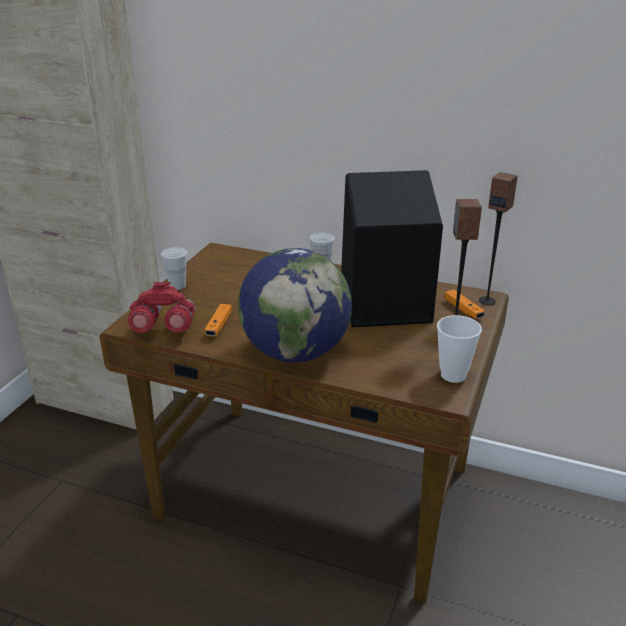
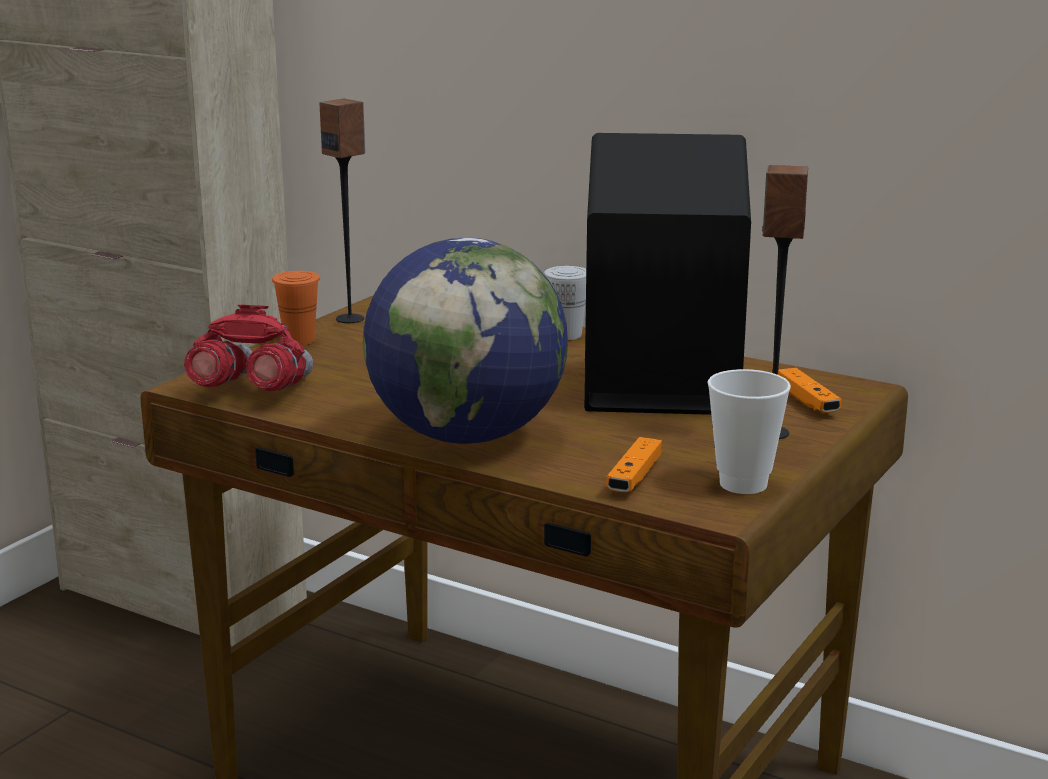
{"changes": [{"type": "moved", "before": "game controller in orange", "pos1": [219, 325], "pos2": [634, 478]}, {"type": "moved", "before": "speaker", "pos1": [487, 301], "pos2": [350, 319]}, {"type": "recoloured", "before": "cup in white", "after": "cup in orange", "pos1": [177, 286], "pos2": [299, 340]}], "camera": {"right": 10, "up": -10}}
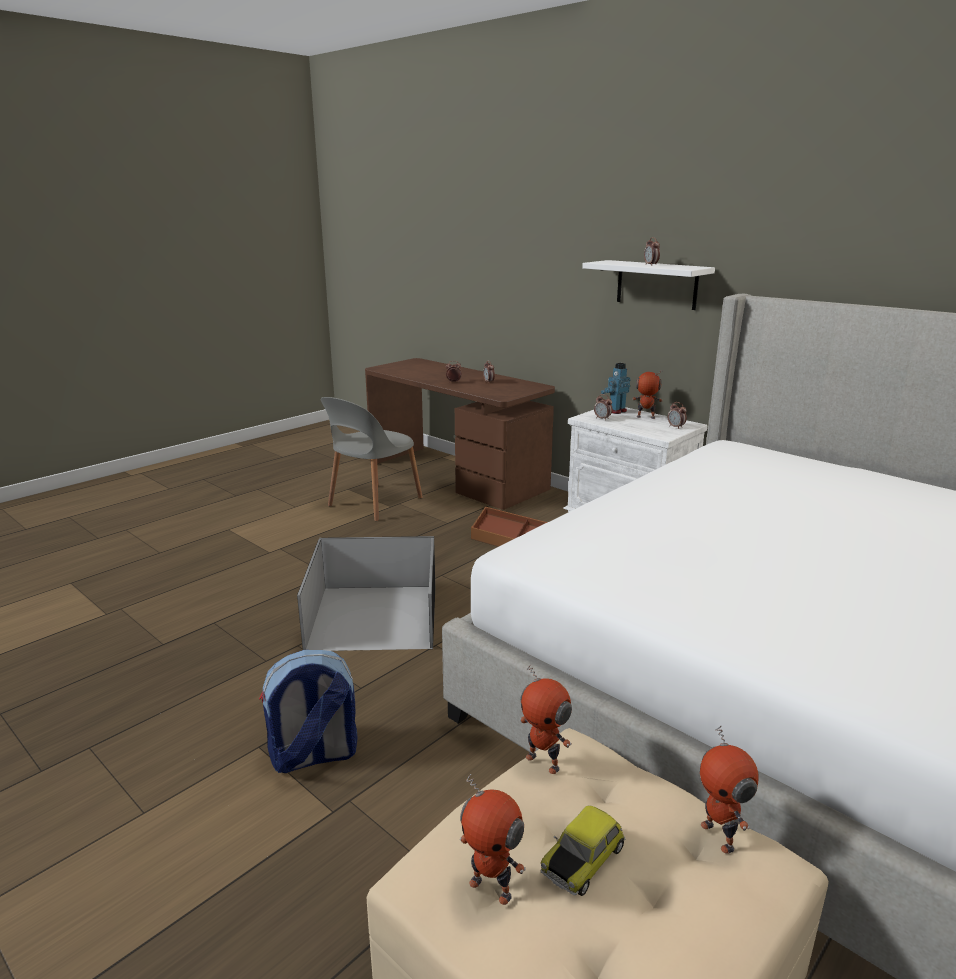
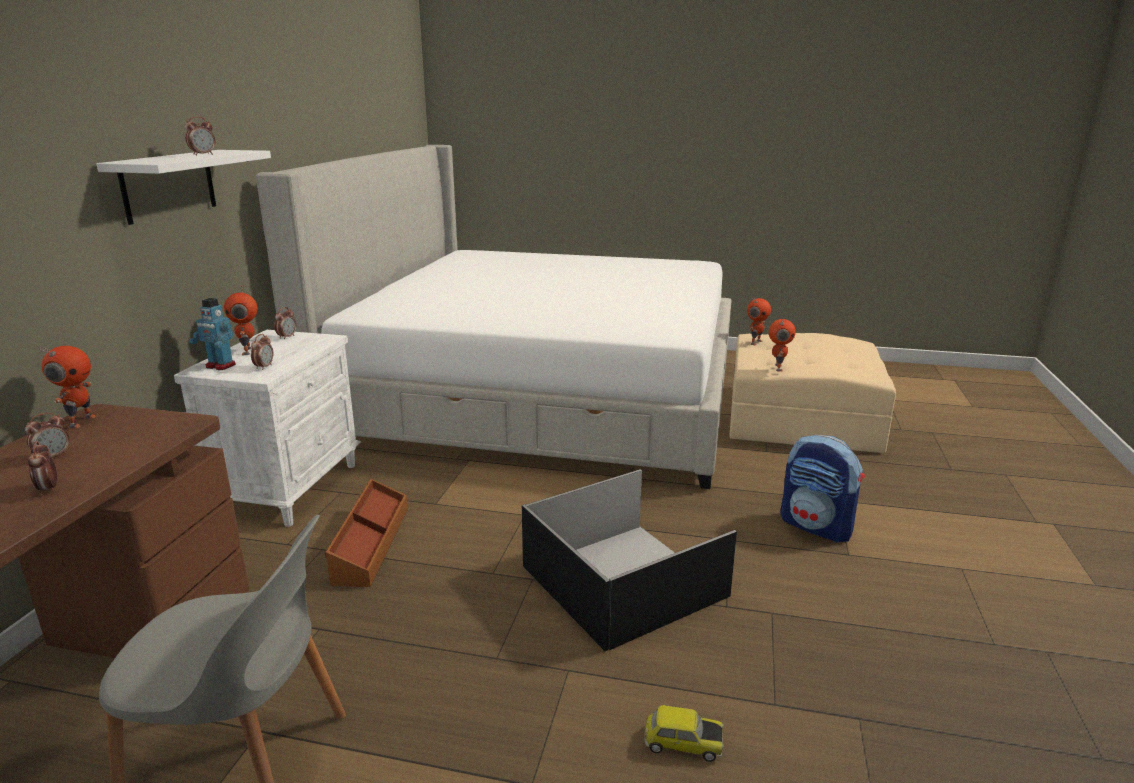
{"changes": [{"type": "moved", "before": "toy robot", "pos1": [492, 887], "pos2": [80, 421]}, {"type": "moved", "before": "toy car", "pos1": [582, 859], "pos2": [683, 743]}], "camera": {"right": -120, "up": 0}}
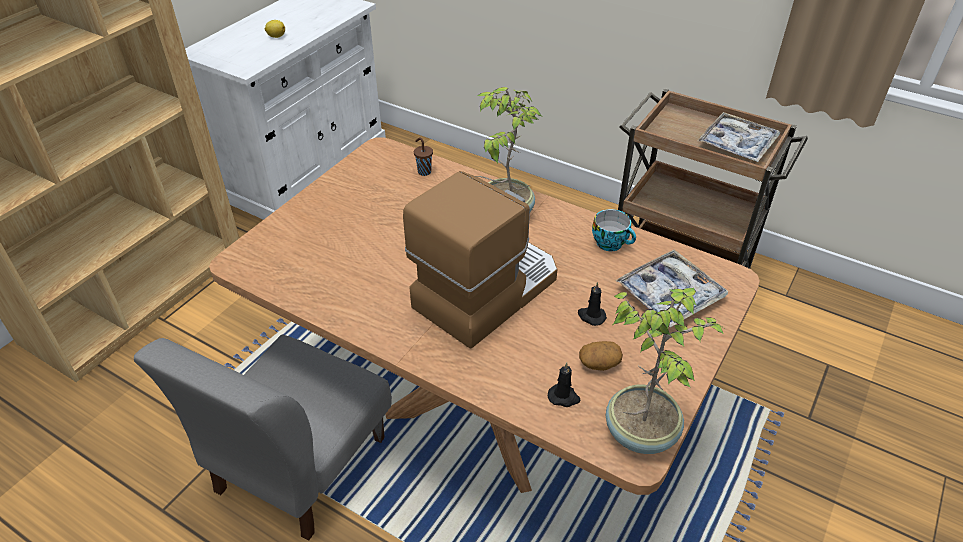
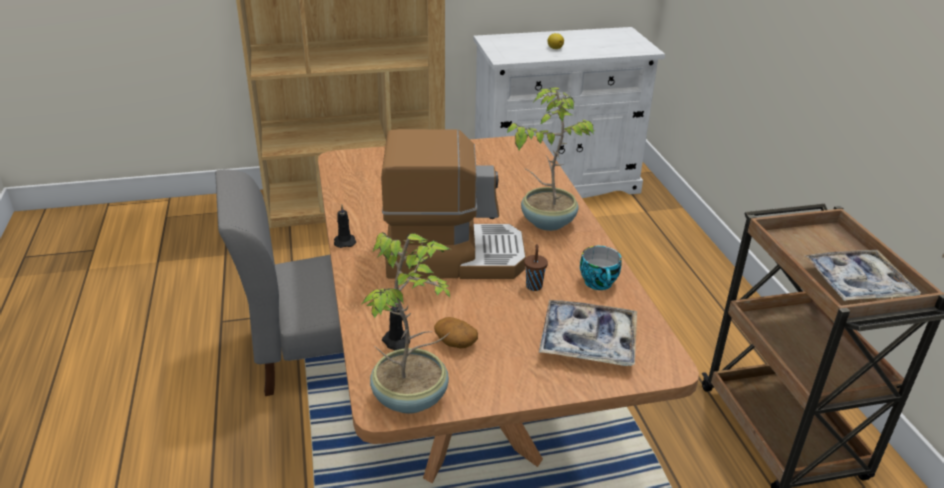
{"changes": [{"type": "moved", "before": "cup in brown", "pos1": [424, 171], "pos2": [534, 285]}, {"type": "moved", "before": "candle in black", "pos1": [591, 316], "pos2": [344, 241]}], "camera": {"right": 45, "up": -10}}
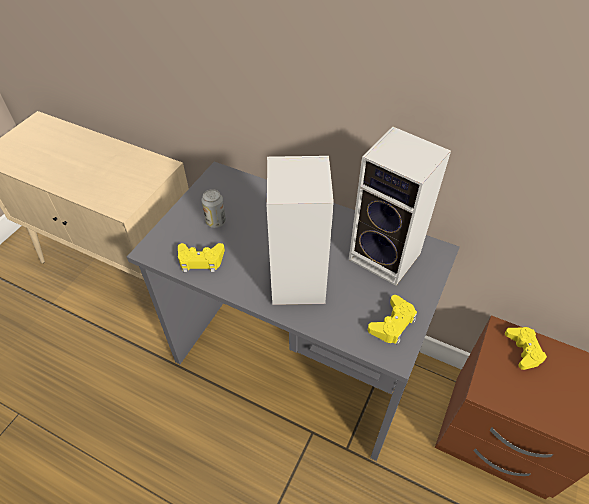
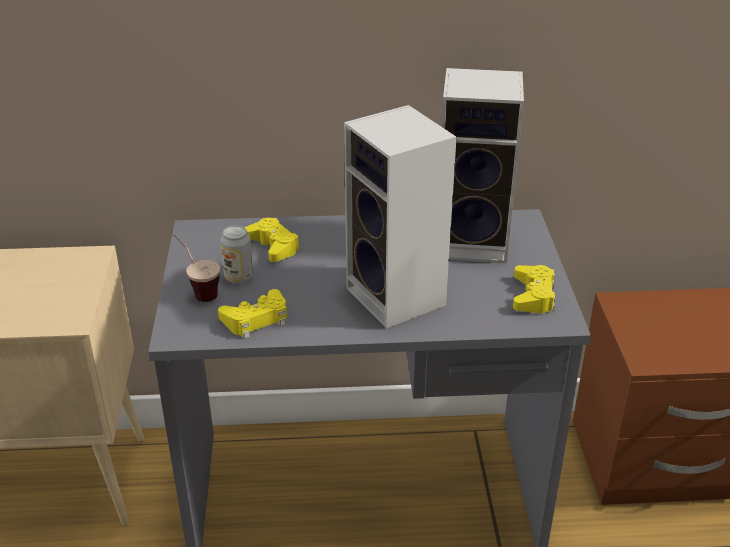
{"changes": [{"type": "added", "after": "cup", "pos2": [197, 290]}, {"type": "moved", "before": "game controller in yellow", "pos1": [523, 350], "pos2": [273, 246]}], "camera": {"right": -30, "up": -15}}
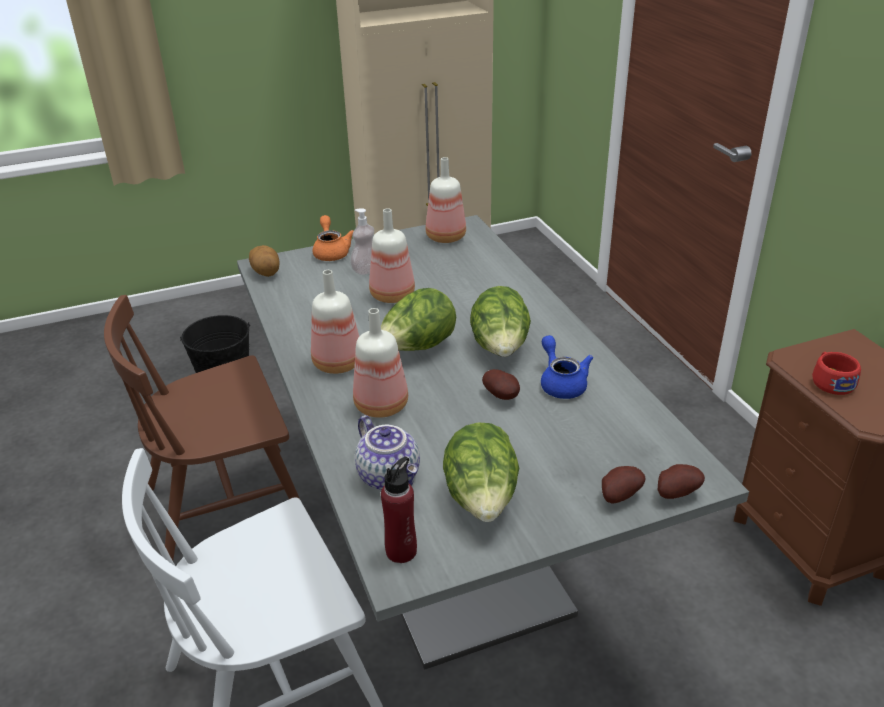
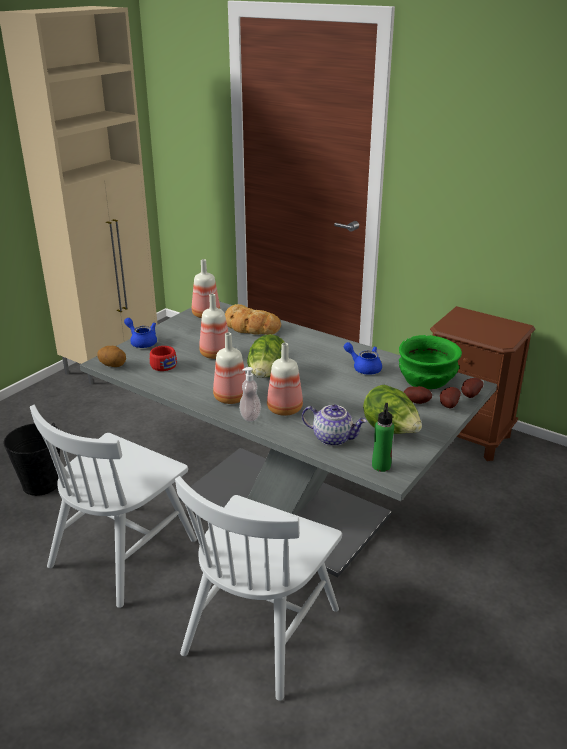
{"changes": [{"type": "removed", "before": "lettuce", "pos1": [500, 349]}, {"type": "added", "after": "bread", "pos2": [250, 326]}, {"type": "added", "after": "bowl in green", "pos2": [427, 380]}, {"type": "moved", "before": "soap dispenser", "pos1": [366, 270], "pos2": [250, 416]}, {"type": "moved", "before": "potato", "pos1": [502, 396], "pos2": [417, 402]}, {"type": "moved", "before": "cup in red", "pos1": [830, 381], "pos2": [162, 365]}, {"type": "recoloured", "before": "chair in brown", "after": "chair in white", "pos1": [228, 507], "pos2": [123, 552]}, {"type": "recoloured", "before": "teapot in orange", "after": "teapot in blue", "pos1": [331, 252], "pos2": [142, 342]}, {"type": "recoloured", "before": "bottle in red", "after": "bottle in green", "pos1": [401, 551], "pos2": [381, 466]}], "camera": {"right": -35, "up": -5}}
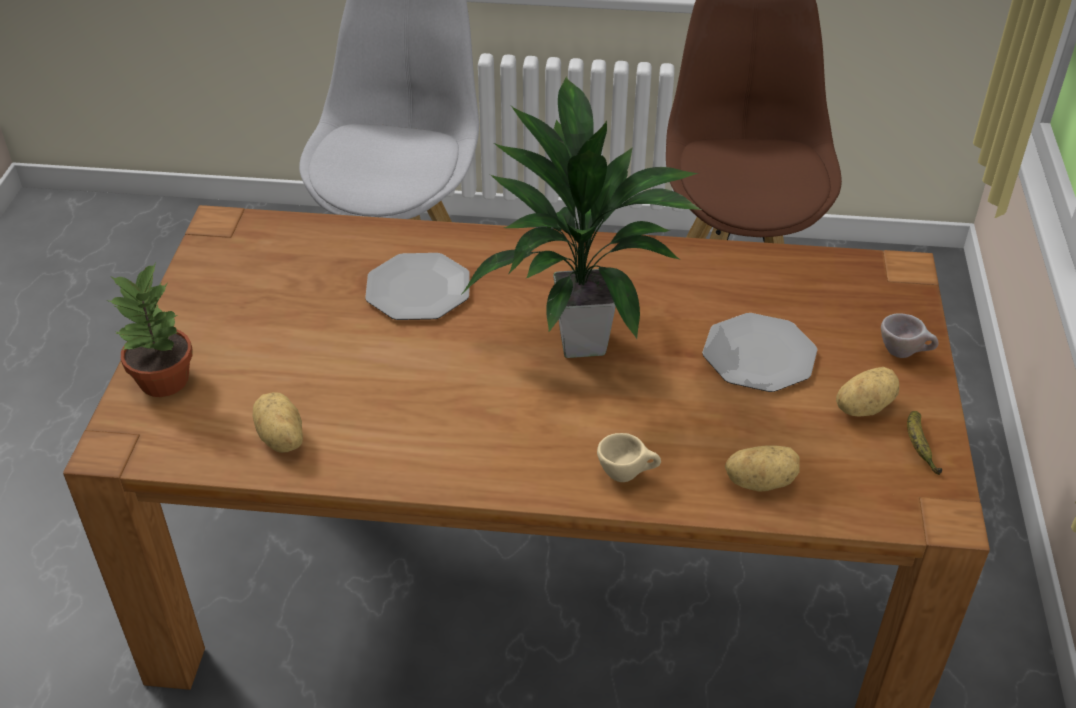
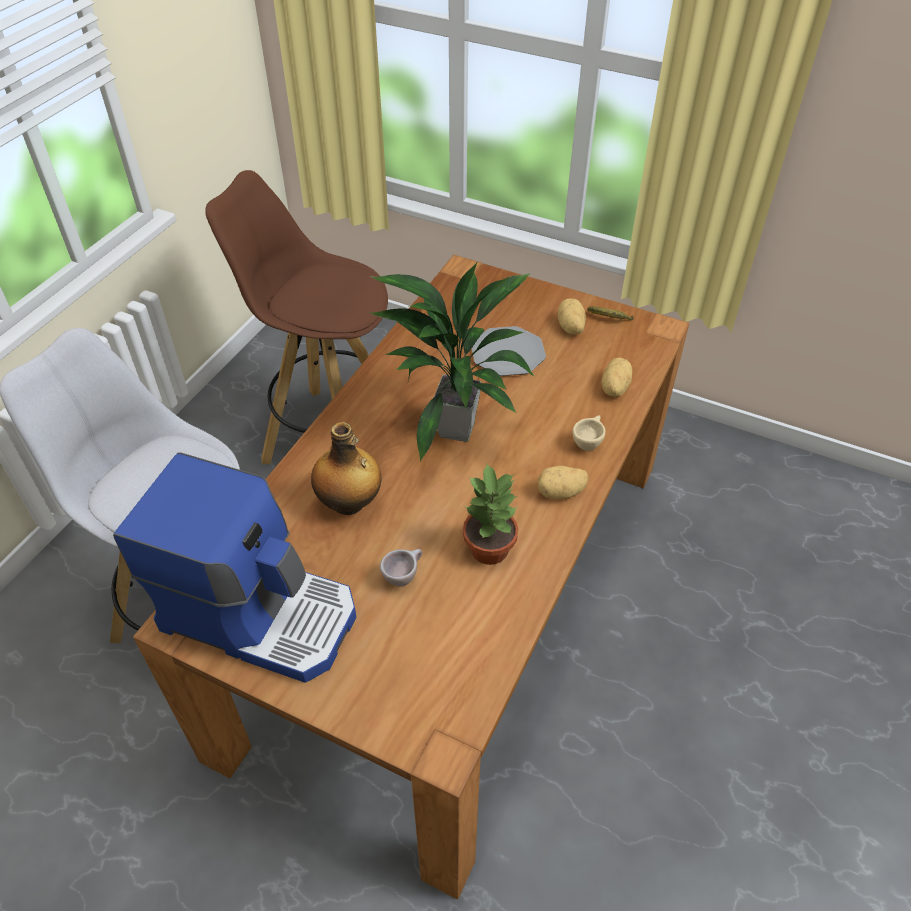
{"changes": [{"type": "added", "after": "coffee machine", "pos2": [261, 612]}, {"type": "moved", "before": "potted plant", "pos1": [165, 381], "pos2": [490, 548]}, {"type": "moved", "before": "potato", "pos1": [280, 439], "pos2": [561, 493]}, {"type": "moved", "before": "cup in beige", "pos1": [904, 353], "pos2": [404, 576]}, {"type": "replaced", "before": "plate", "after": "bottle", "pos1": [418, 289], "pos2": [350, 503]}], "camera": {"right": -70, "up": 5}}
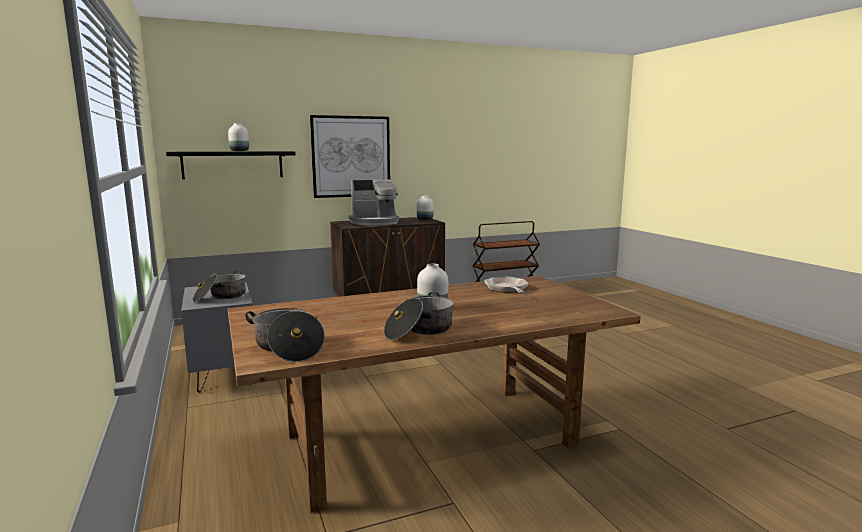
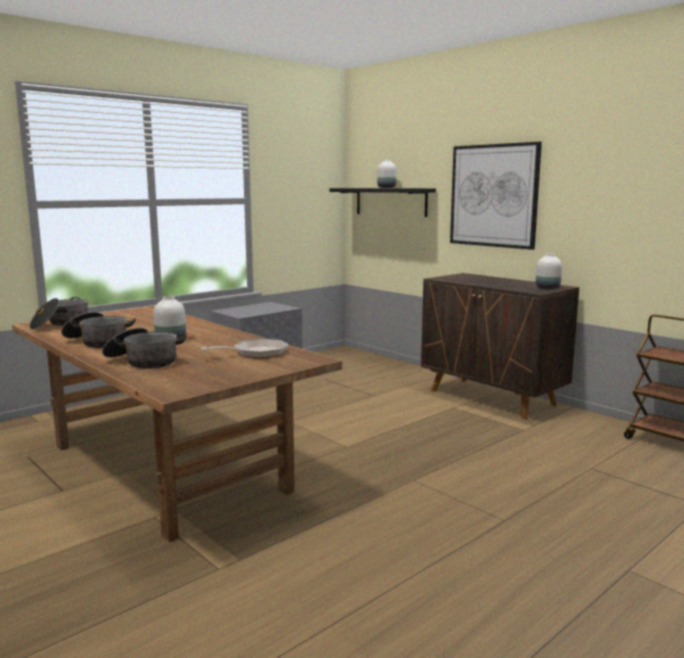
{"changes": [{"type": "removed", "before": "coffee machine", "pos1": [375, 222]}, {"type": "moved", "before": "cooking pot", "pos1": [220, 297], "pos2": [143, 362]}], "camera": {"right": 70, "up": 0}}
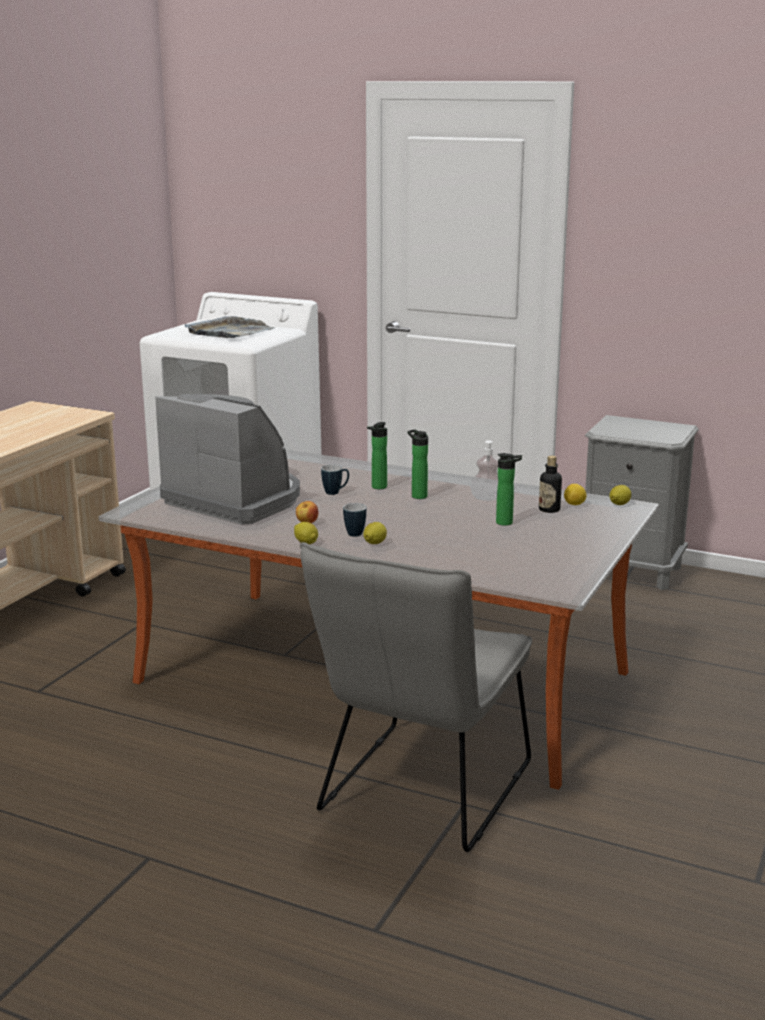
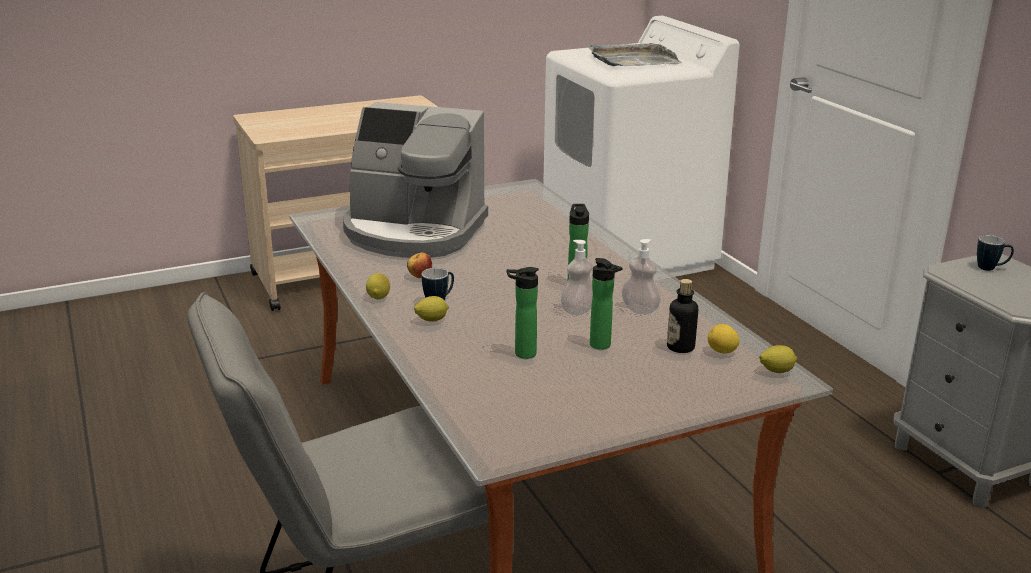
{"changes": [{"type": "added", "after": "soap dispenser", "pos2": [578, 310]}, {"type": "moved", "before": "mug", "pos1": [335, 492], "pos2": [991, 268]}, {"type": "moved", "before": "bottle", "pos1": [377, 487], "pos2": [522, 354]}, {"type": "turned", "before": "coffee machine", "pos1": [235, 499], "pos2": [413, 232], "turn": 120}], "camera": {"right": 40, "up": 5}}
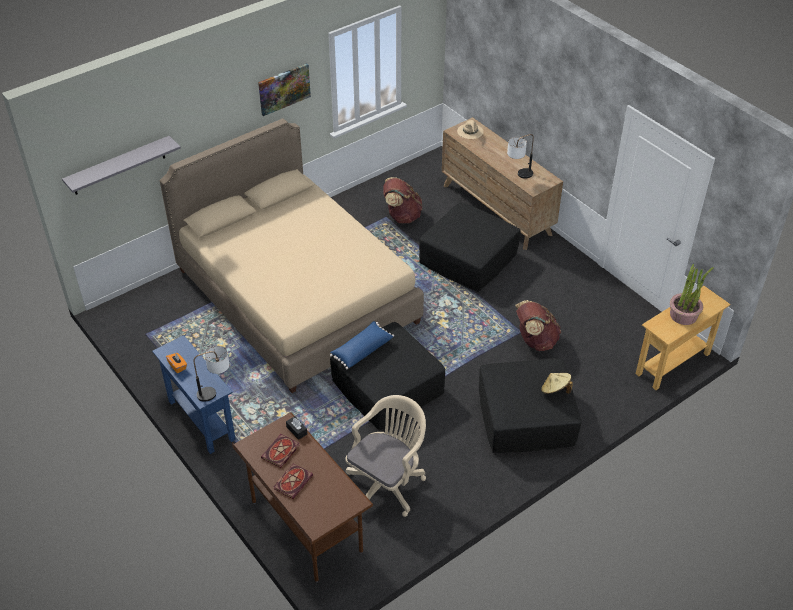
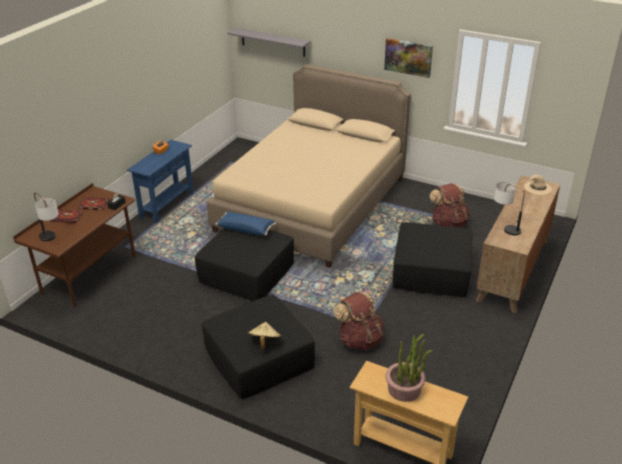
{"changes": [{"type": "removed", "before": "office chair in beige", "pos1": [387, 483]}, {"type": "moved", "before": "table lamp", "pos1": [216, 392], "pos2": [51, 240]}], "camera": {"right": 65, "up": -10}}
